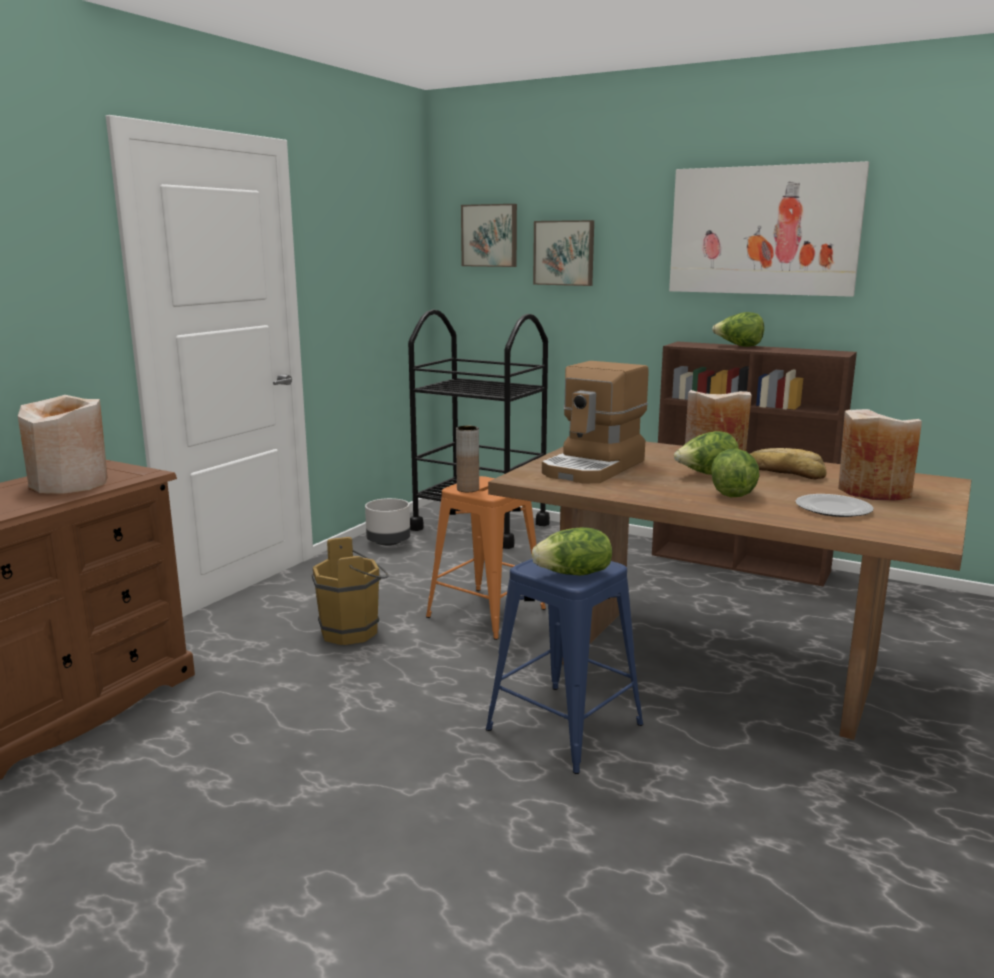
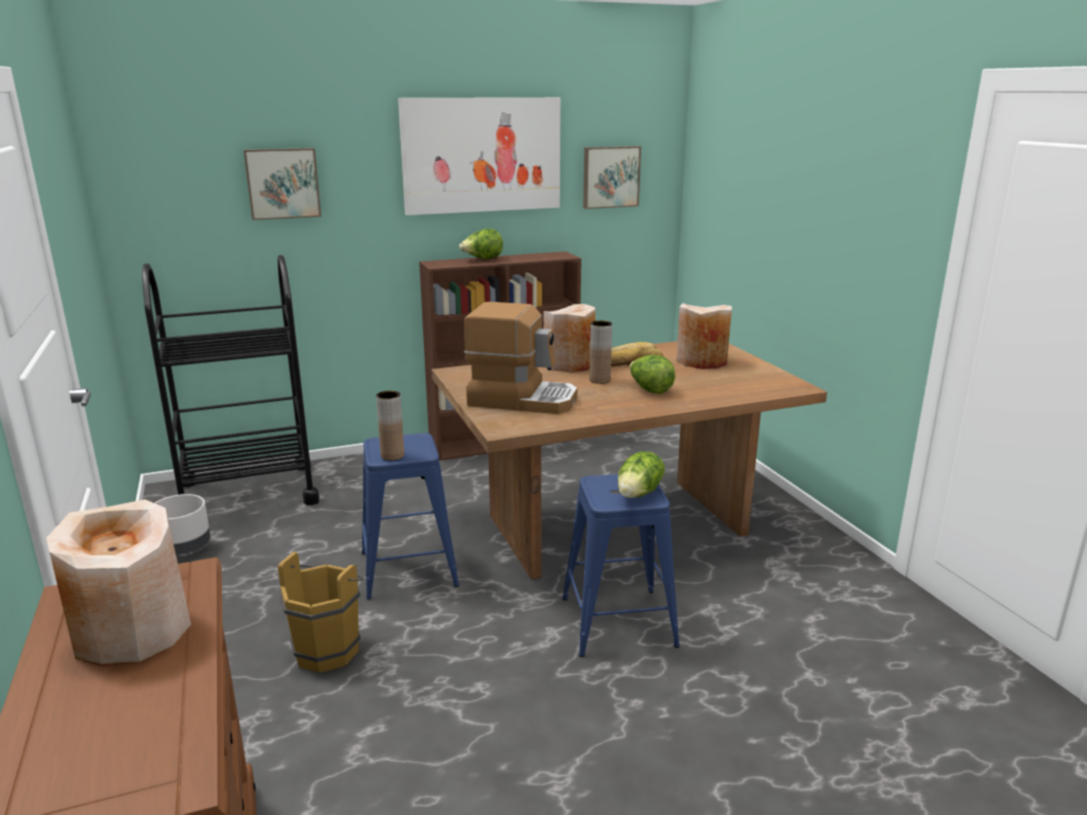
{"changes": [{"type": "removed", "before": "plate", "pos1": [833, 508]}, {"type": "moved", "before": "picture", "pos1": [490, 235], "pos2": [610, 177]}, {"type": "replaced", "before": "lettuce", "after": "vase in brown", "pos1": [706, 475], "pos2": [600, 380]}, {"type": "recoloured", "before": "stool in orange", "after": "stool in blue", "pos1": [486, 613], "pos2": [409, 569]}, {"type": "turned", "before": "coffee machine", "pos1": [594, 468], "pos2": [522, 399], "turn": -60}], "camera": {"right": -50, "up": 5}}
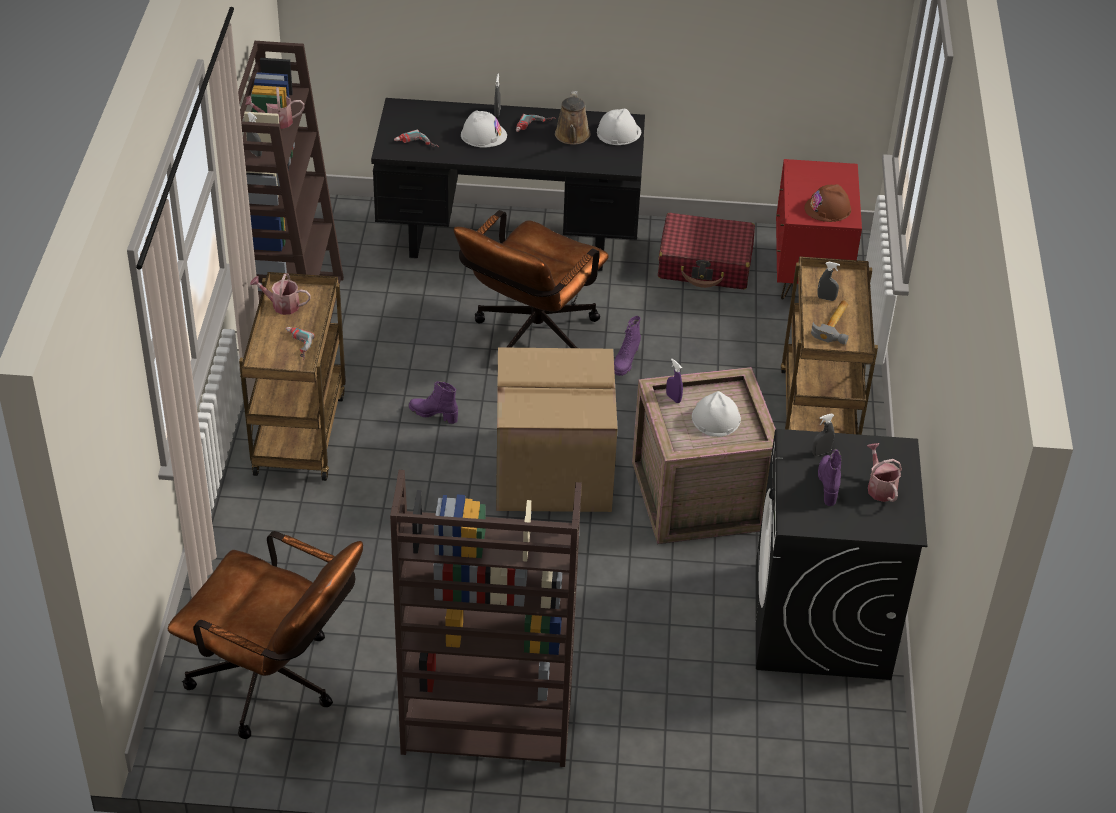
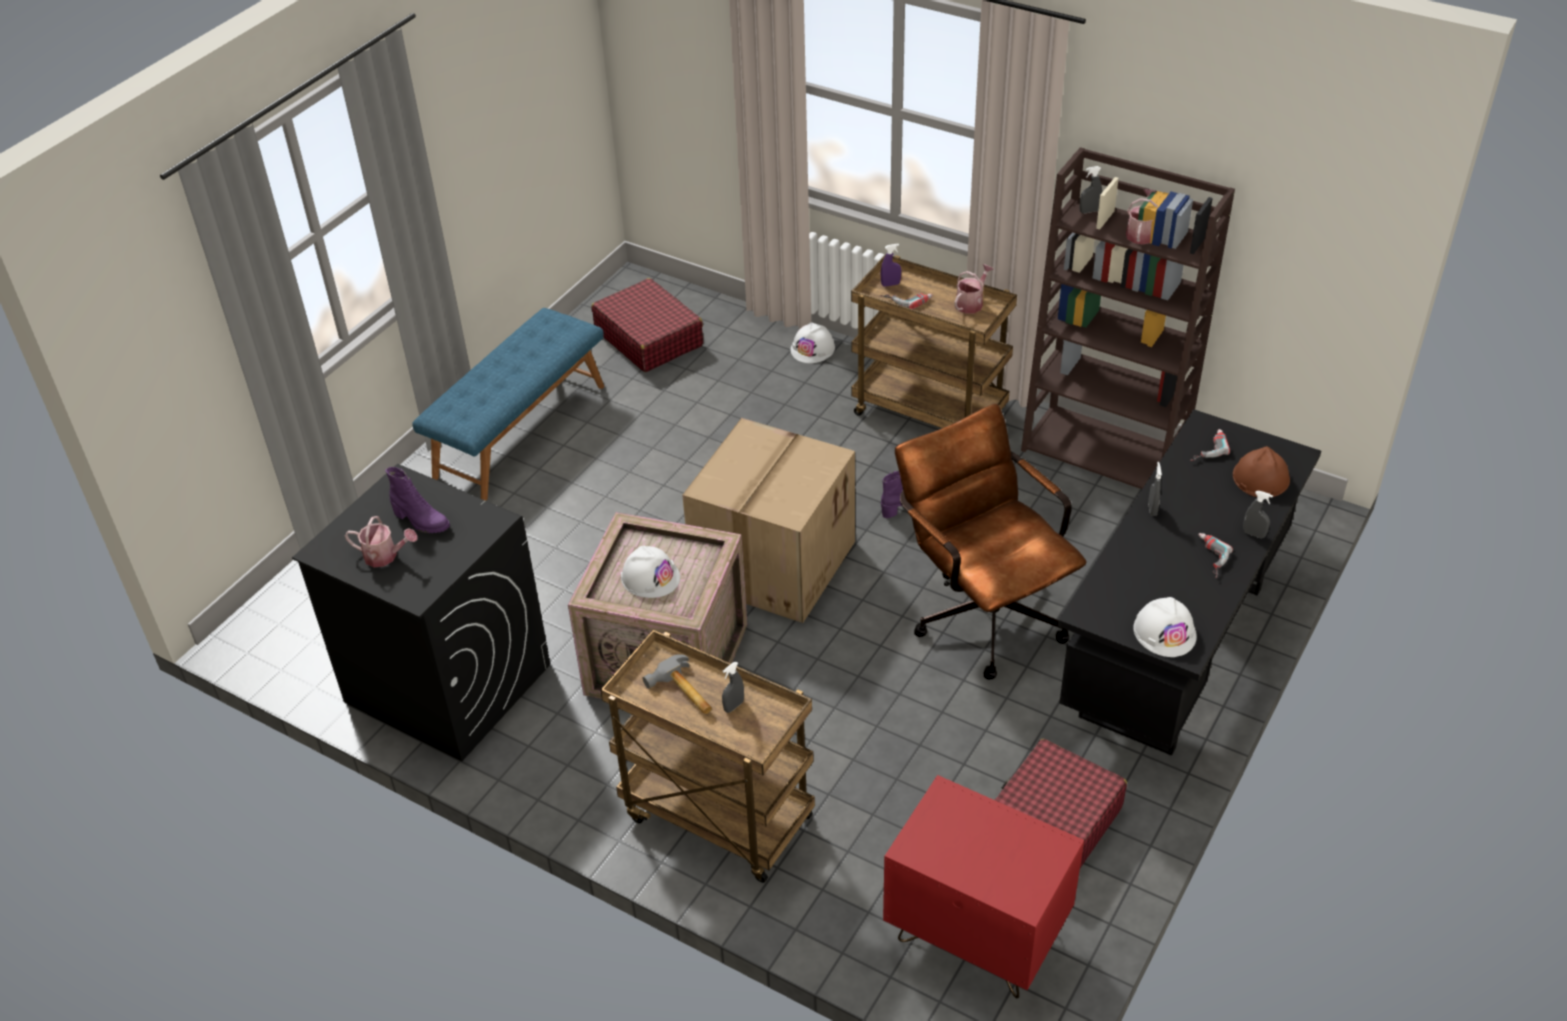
{"changes": [{"type": "removed", "before": "watering can in brown", "pos1": [572, 136]}, {"type": "removed", "before": "boot in purple", "pos1": [625, 362]}, {"type": "moved", "before": "hard hat in white", "pos1": [483, 135], "pos2": [813, 349]}, {"type": "moved", "before": "spray bottle in purple", "pos1": [673, 398], "pos2": [890, 284]}, {"type": "moved", "before": "hard hat in brown", "pos1": [828, 209], "pos2": [1260, 477]}, {"type": "moved", "before": "spray bottle in grey", "pos1": [821, 452], "pos2": [1152, 509]}, {"type": "replaced", "before": "office chair in brown", "after": "suitcase in red", "pos1": [276, 685], "pos2": [649, 338]}, {"type": "replaced", "before": "bookcase in brown", "after": "bench in blue", "pos1": [485, 727], "pos2": [519, 430]}], "camera": {"right": 120, "up": 0}}
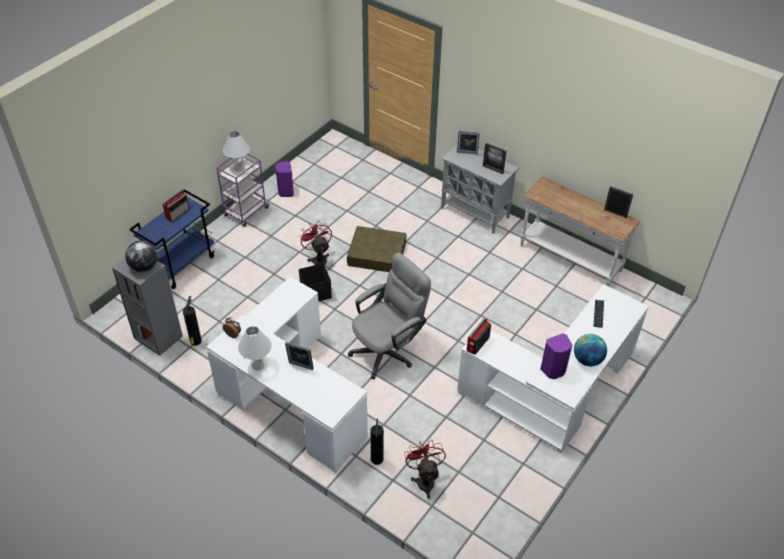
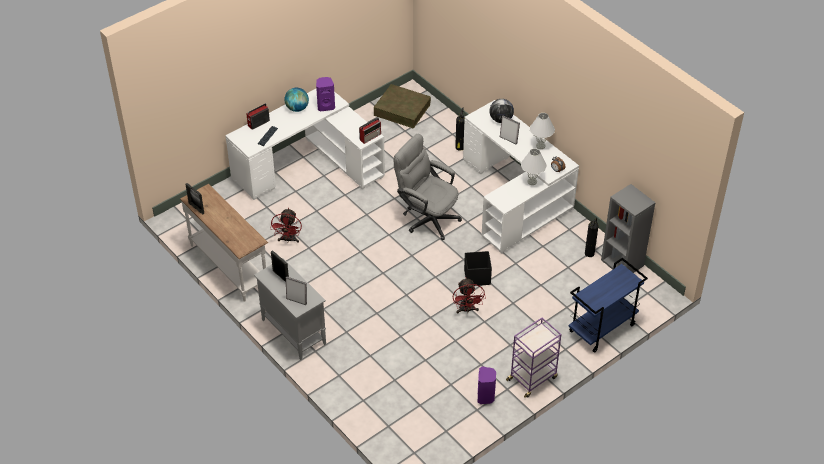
{"changes": [{"type": "moved", "before": "globe", "pos1": [144, 267], "pos2": [500, 120]}, {"type": "moved", "before": "radio", "pos1": [178, 213], "pos2": [258, 123]}, {"type": "moved", "before": "table lamp in white", "pos1": [239, 168], "pos2": [532, 181]}, {"type": "moved", "before": "storage box in brown", "pos1": [377, 254], "pos2": [402, 110]}, {"type": "moved", "before": "fan in red", "pos1": [425, 480], "pos2": [288, 240]}, {"type": "turned", "before": "office chair in grey", "pos1": [388, 349], "pos2": [427, 217], "turn": 60}], "camera": {"right": -165, "up": 0}}
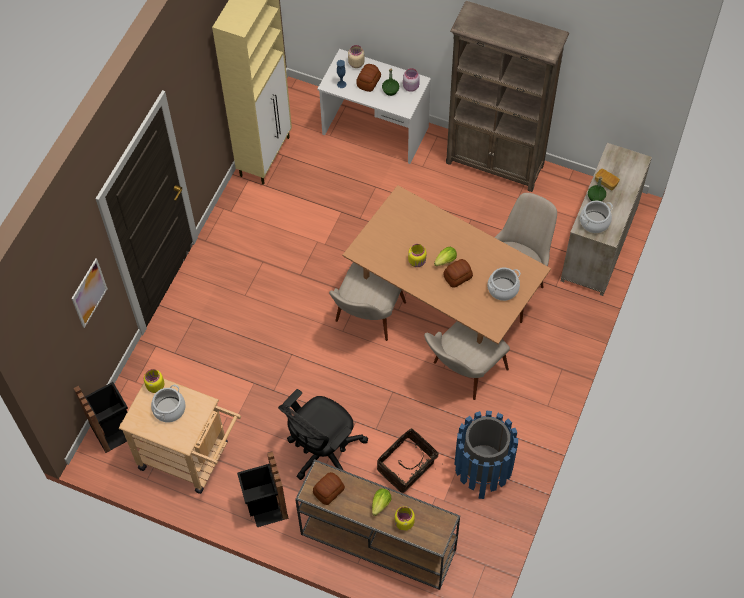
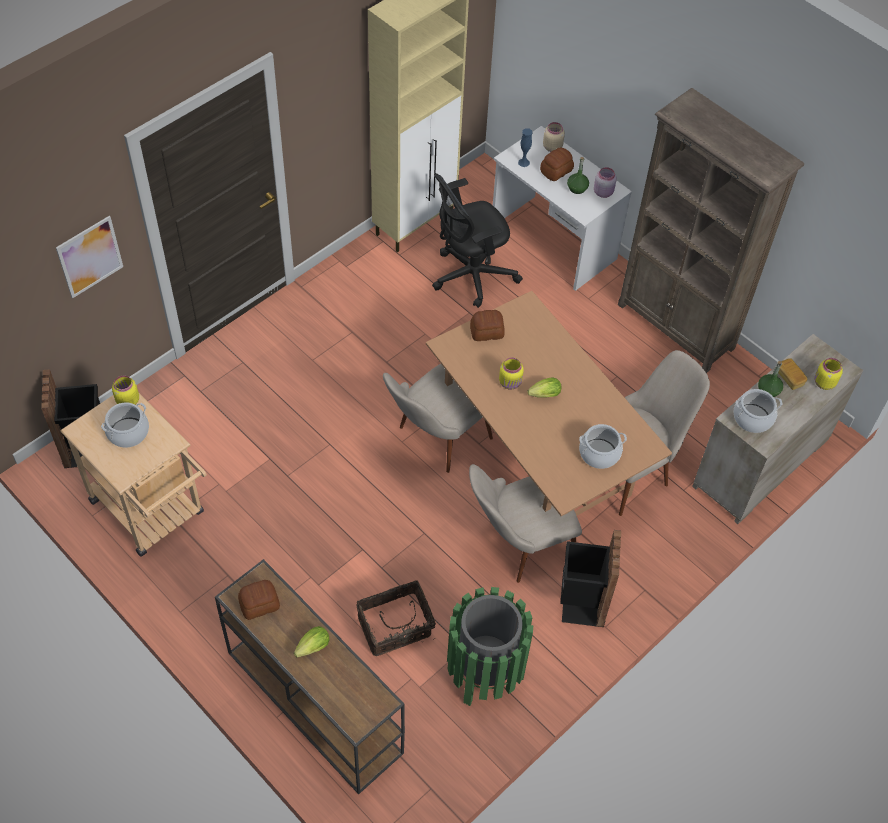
{"changes": [{"type": "moved", "before": "trash can in black", "pos1": [265, 507], "pos2": [581, 603]}, {"type": "moved", "before": "office chair in black", "pos1": [323, 453], "pos2": [470, 276]}, {"type": "moved", "before": "jar in yellow", "pos1": [403, 523], "pos2": [823, 383]}, {"type": "moved", "before": "bread", "pos1": [457, 277], "pos2": [486, 331]}, {"type": "recoloured", "before": "trash can in blue", "after": "trash can in green", "pos1": [482, 471], "pos2": [484, 672]}], "camera": {"right": 20, "up": -5}}
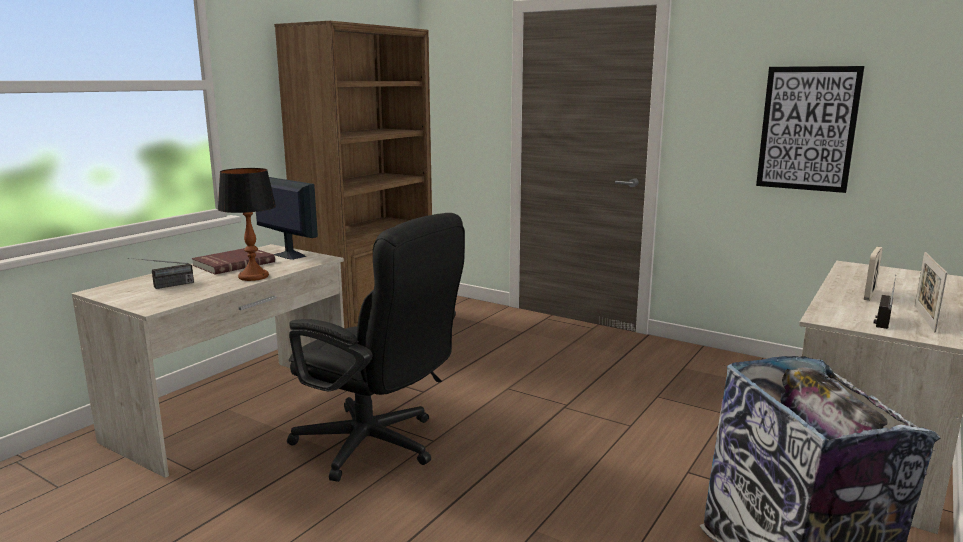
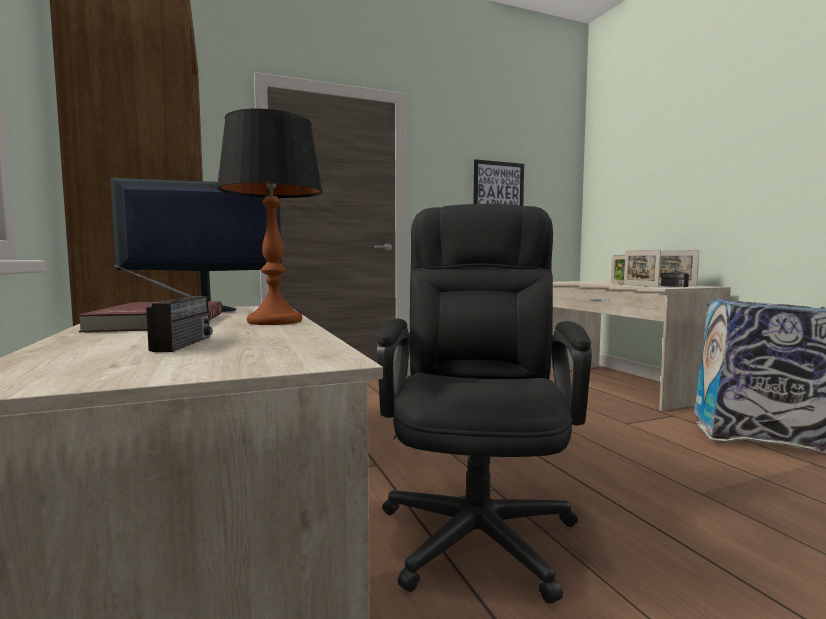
{"changes": [{"type": "added", "after": "picture frame", "pos2": [640, 285]}, {"type": "turned", "before": "office chair in black", "pos1": [378, 447], "pos2": [478, 522], "turn": -60}], "camera": {"right": -55, "up": -10}}
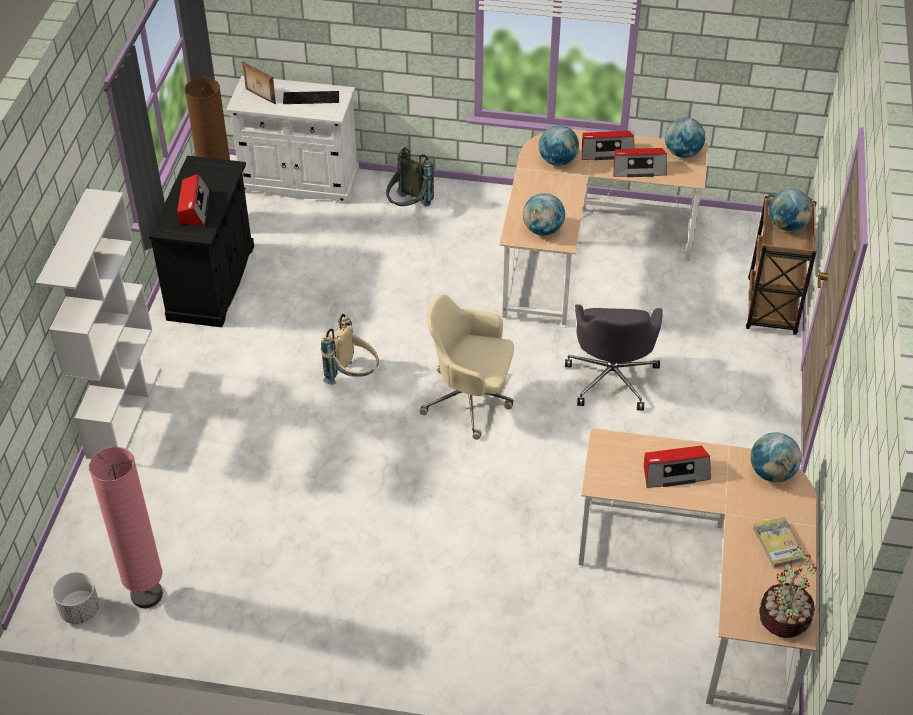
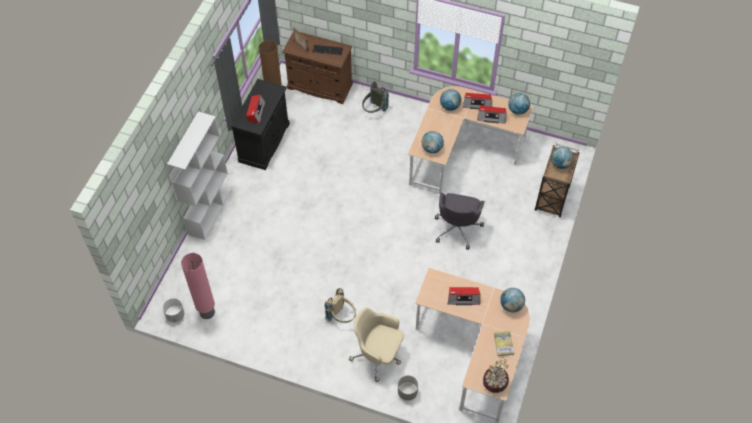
{"changes": [{"type": "added", "after": "planter in grey", "pos2": [407, 392]}, {"type": "moved", "before": "backpack in beige", "pos1": [353, 376], "pos2": [342, 317]}, {"type": "moved", "before": "office chair in beige", "pos1": [470, 400], "pos2": [378, 355]}, {"type": "recoloured", "before": "cabinet in white", "after": "cabinet in brown", "pos1": [299, 181], "pos2": [320, 86]}], "camera": {"right": 10, "up": 10}}
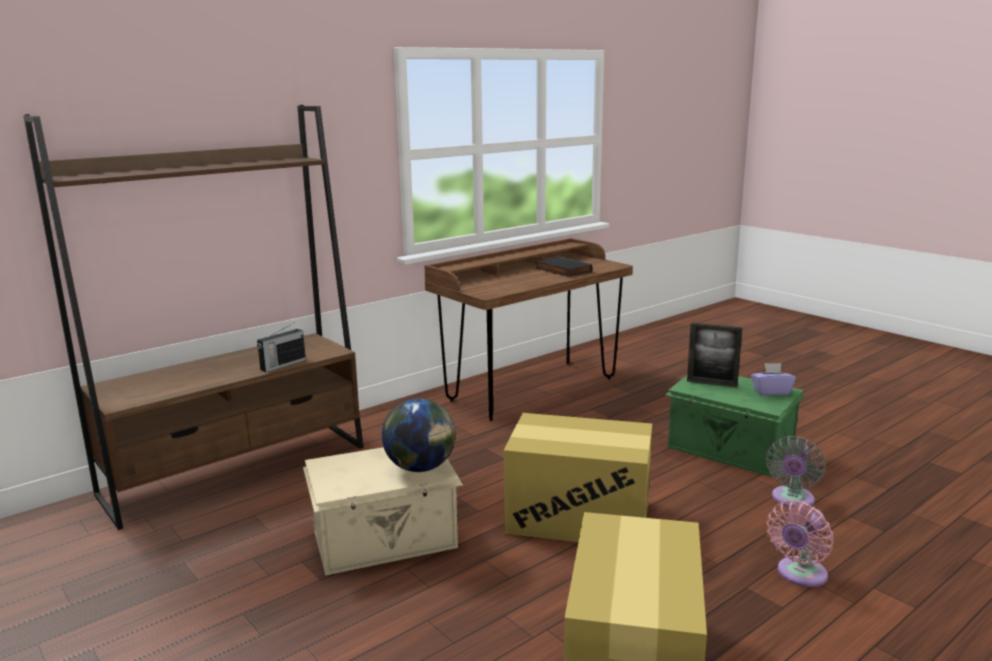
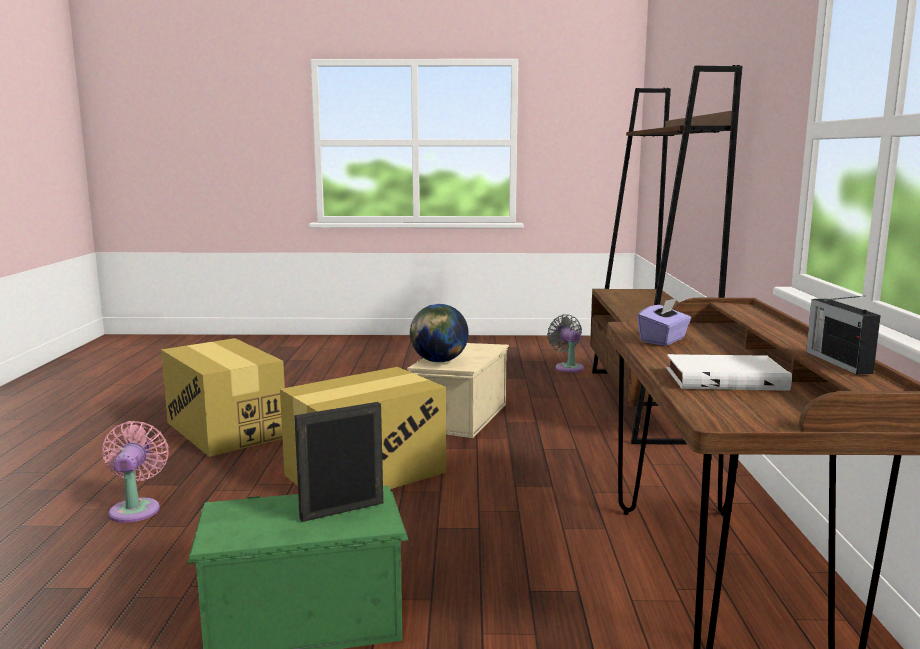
{"changes": [{"type": "moved", "before": "radio", "pos1": [282, 365], "pos2": [837, 361]}, {"type": "moved", "before": "tissue box in purple", "pos1": [771, 392], "pos2": [663, 340]}, {"type": "moved", "before": "fan in grey", "pos1": [792, 500], "pos2": [568, 367]}, {"type": "recoloured", "before": "book in black", "after": "book in white", "pos1": [562, 270], "pos2": [725, 378]}], "camera": {"right": 130, "up": -5}}
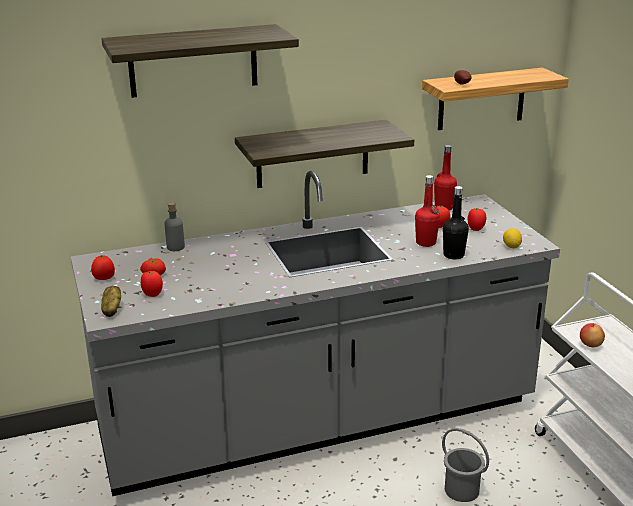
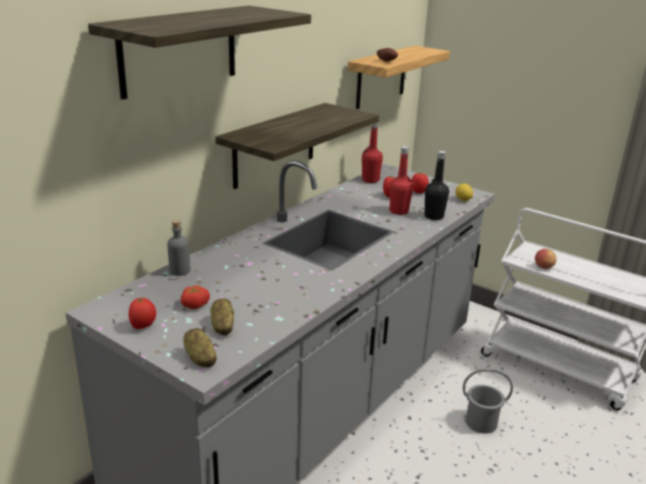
{"changes": [{"type": "replaced", "before": "tomato", "after": "potato", "pos1": [152, 294], "pos2": [222, 327]}], "camera": {"right": -35, "up": 0}}
